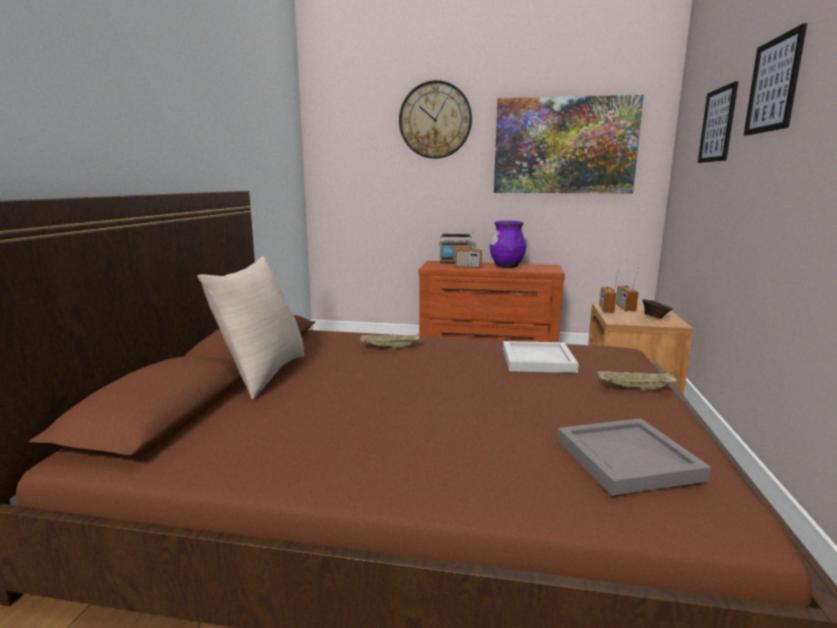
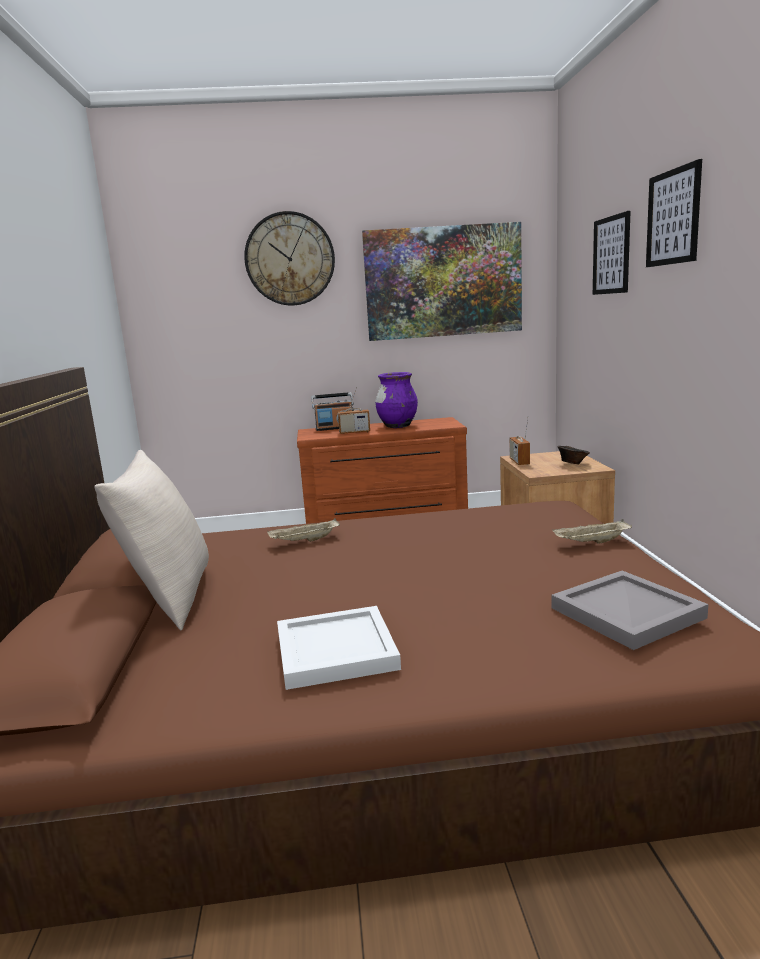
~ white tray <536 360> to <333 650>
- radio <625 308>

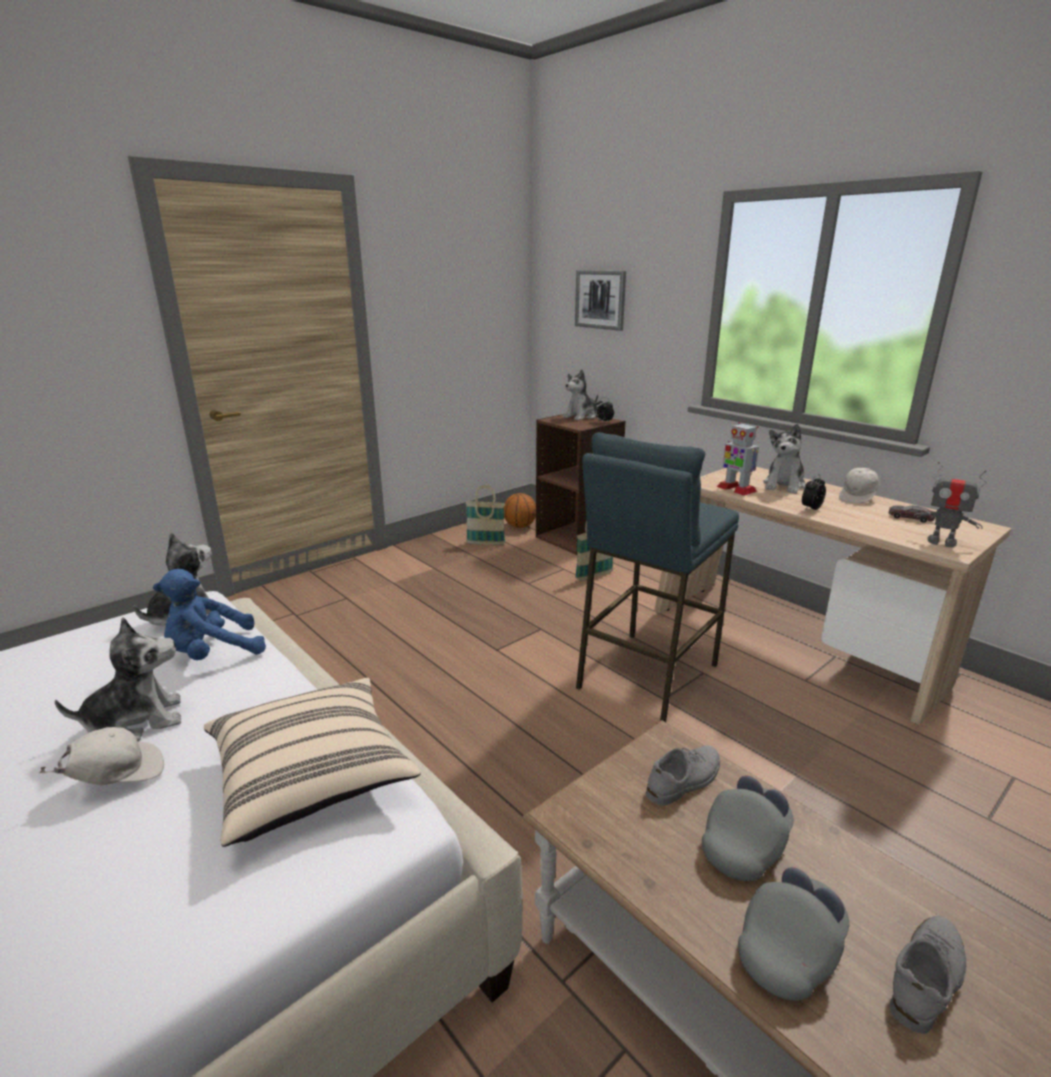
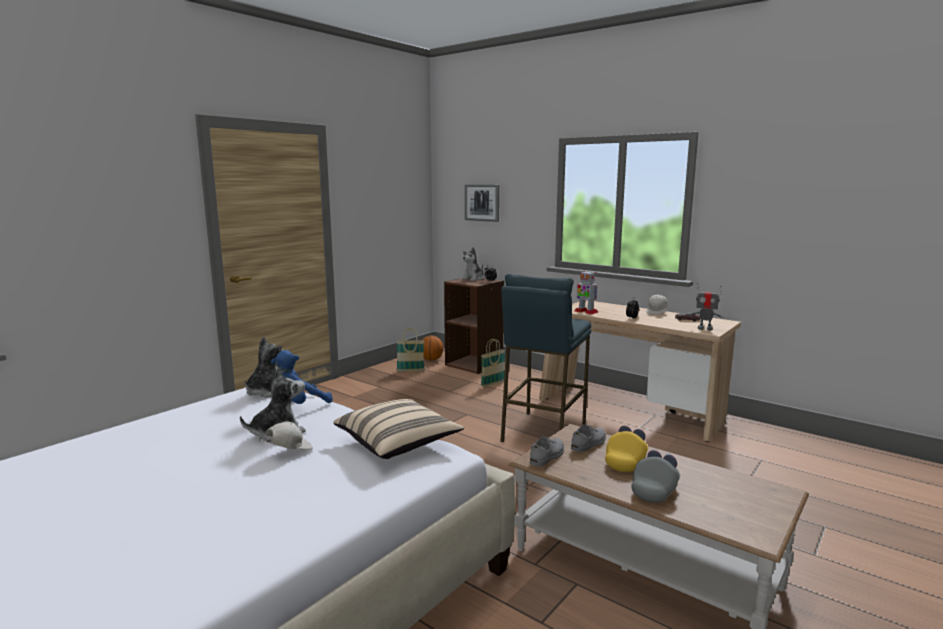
~ grey cap <745 844> to yellow cap <626 461>
- plush toy <784 485>
~ grey shoe <927 977> to <547 456>

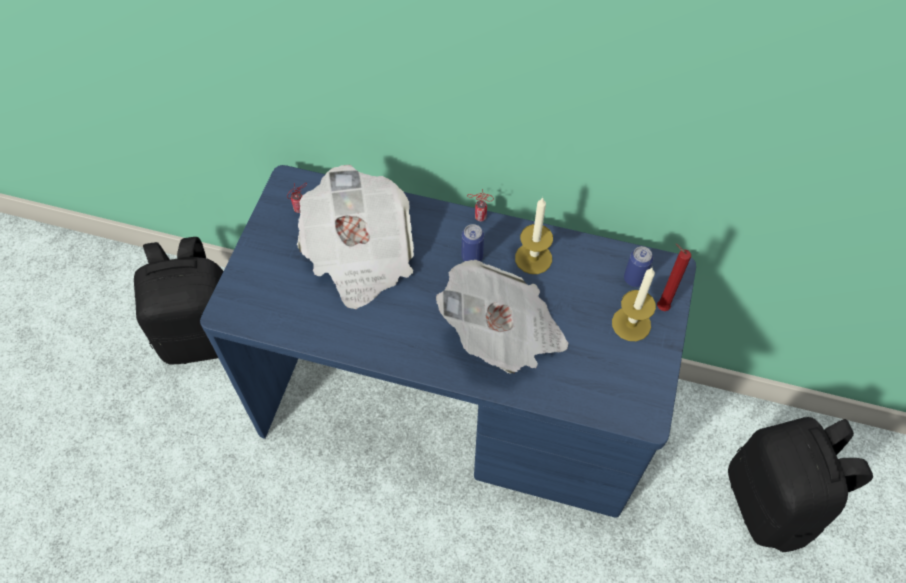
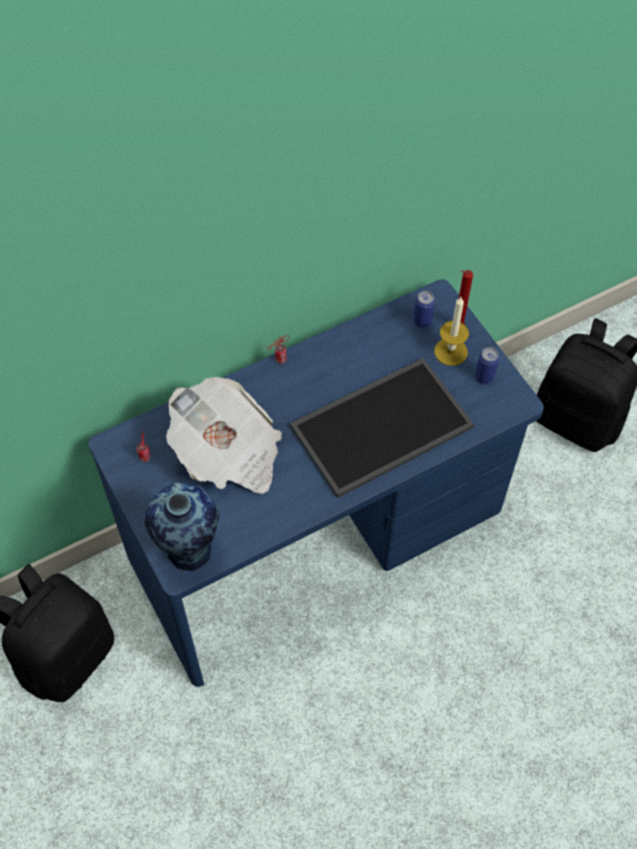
~ newspaper <503 334> to tray <381 424>
~ can <472 257> to <484 377>
- candle <533 258>
+ vase <189 553>

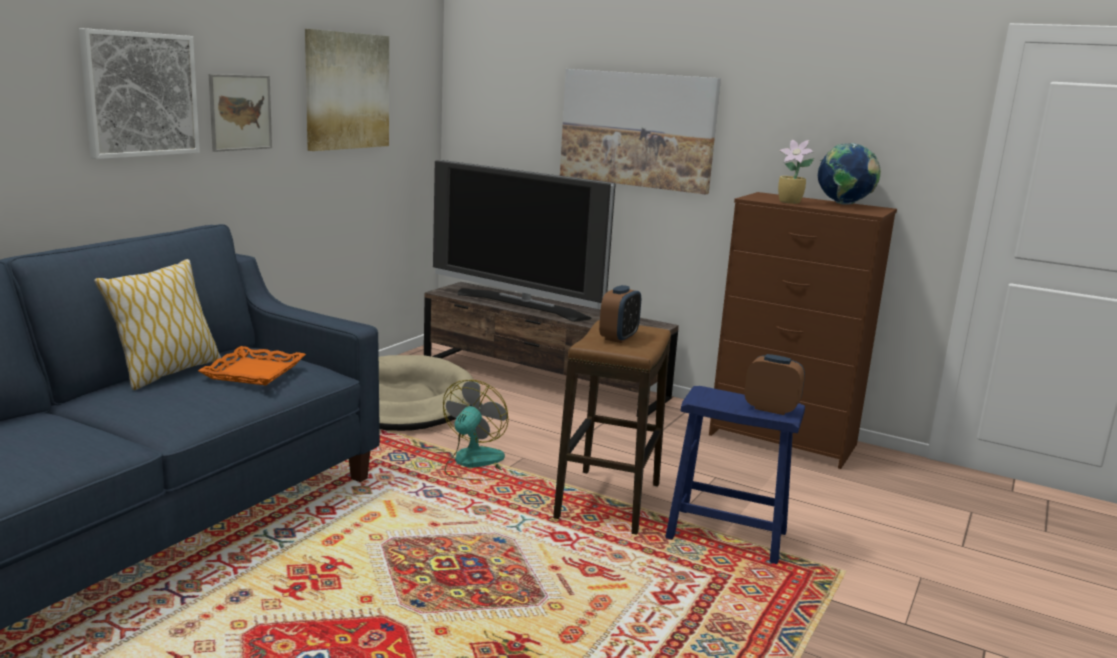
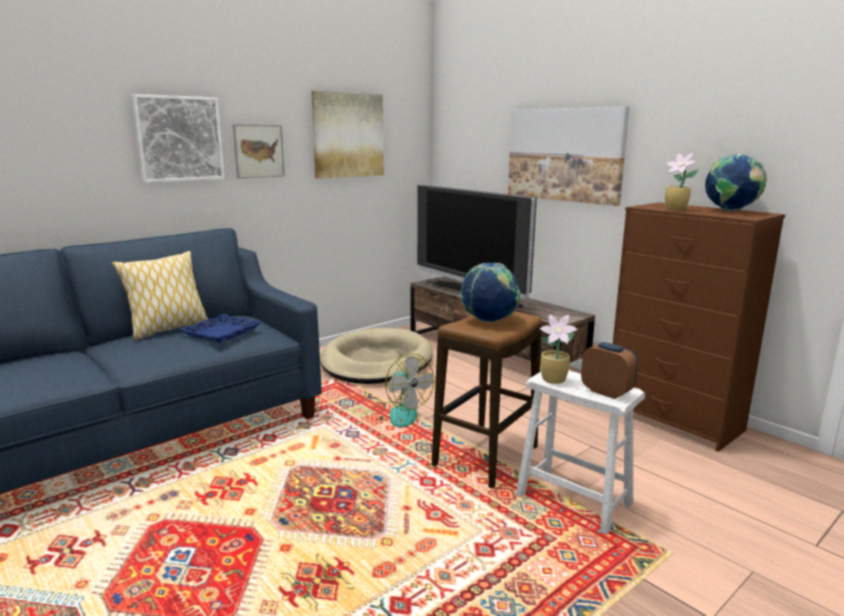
~ orange tray <254 372> to blue tray <221 333>
~ fan <473 464> = <397 414> 105 degrees clockwise
~ alarm clock <618 338> to globe <489 321>
~ blue stool <726 535> to white stool <573 500>
+ potted plant <554 380>

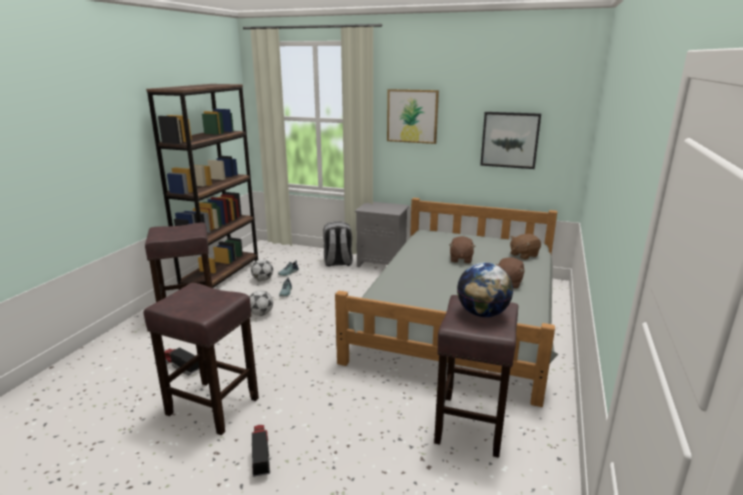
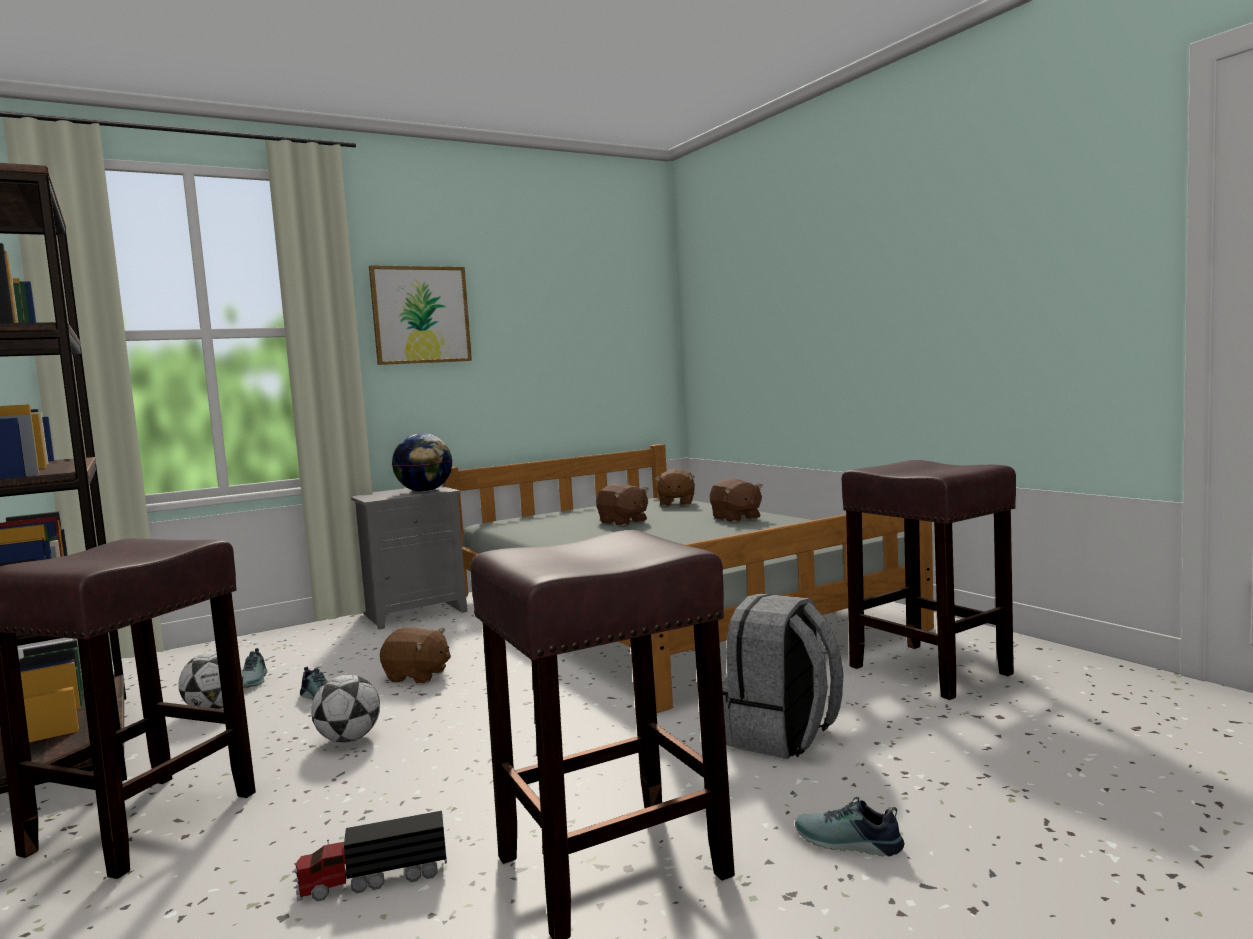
~ toy truck <260 455> to shoe <848 843>
~ grey backpack <338 262> to <782 737>
~ globe <482 314> to <424 491>
- picture <510 140>
+ brown plush toy <417 676>

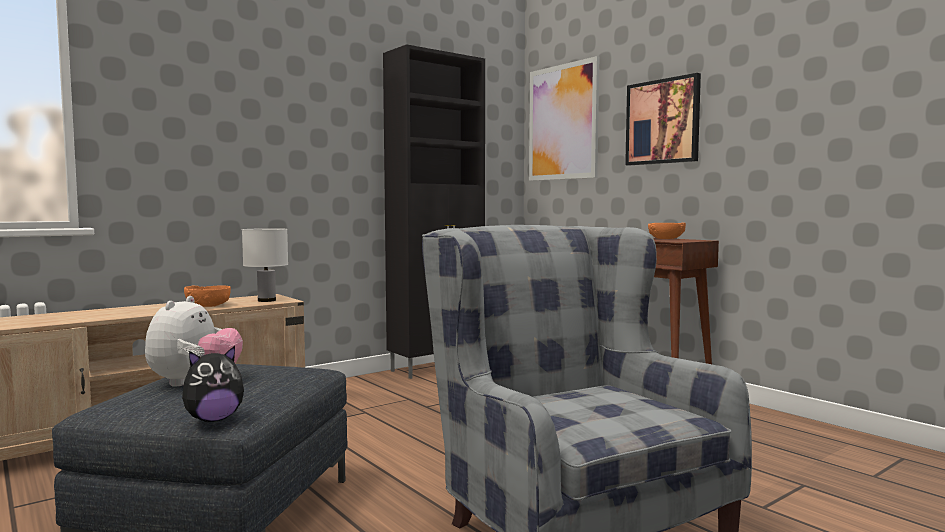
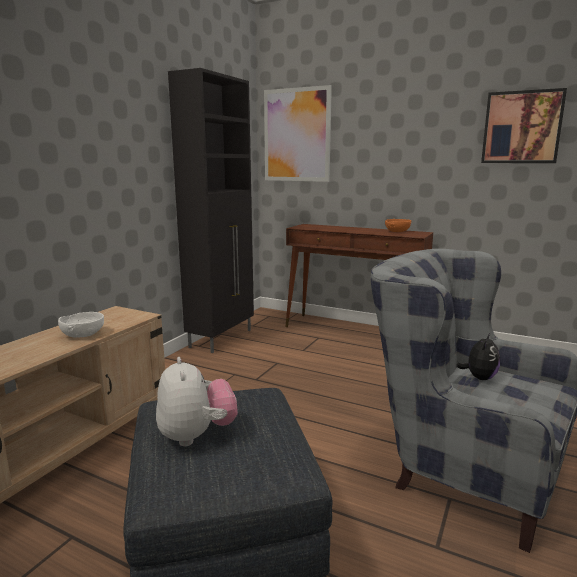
~ plush toy <214 419> to <479 378>
~ orange bowl <208 306> to white bowl <83 334>
- white table lamp <266 300>
~ picture <662 122> to <522 127>

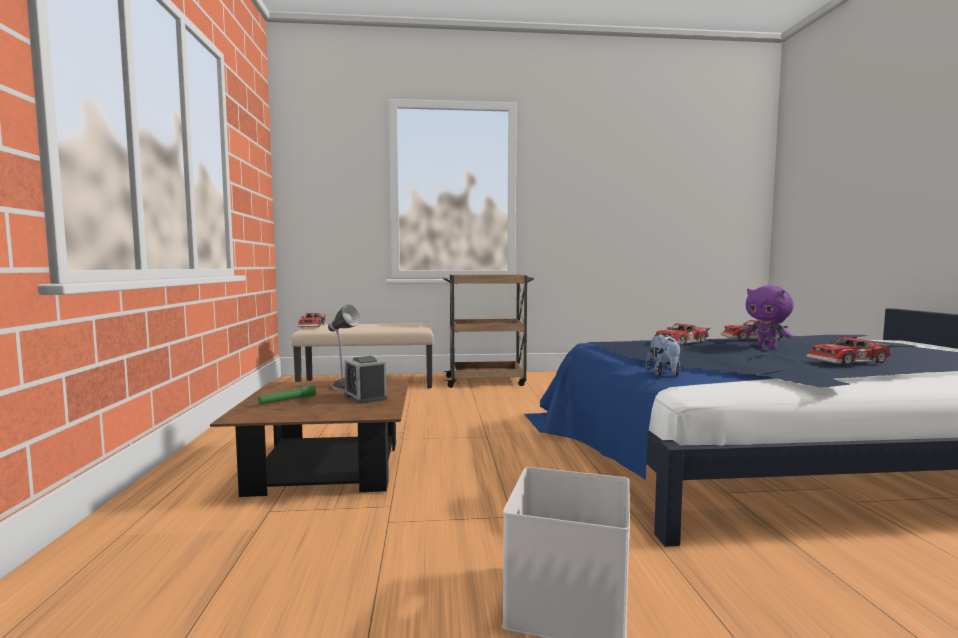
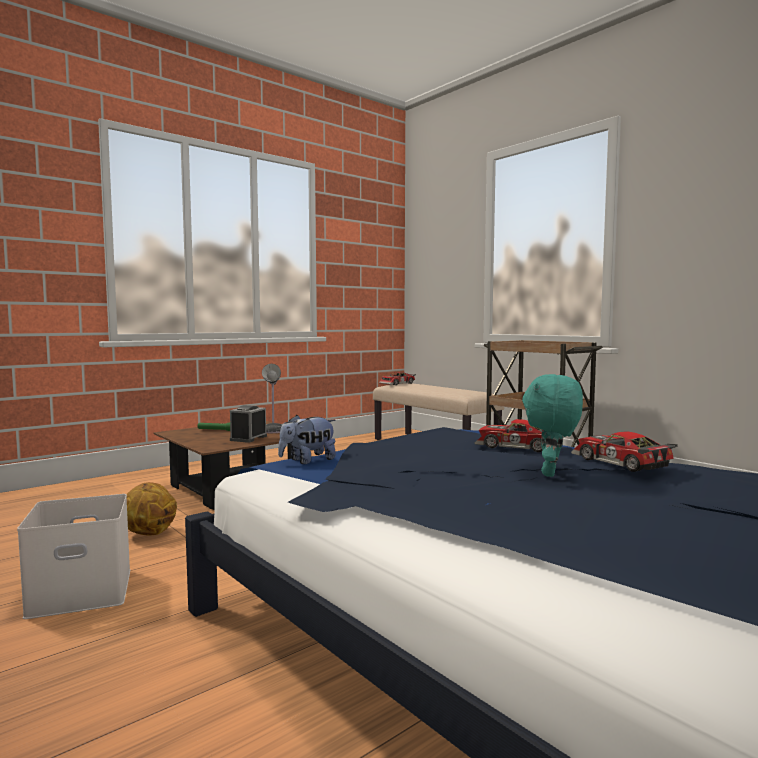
~ purple plush toy <767 348> to turquoise plush toy <551 473>
- toy car <849 361>
+ basketball <149 533>

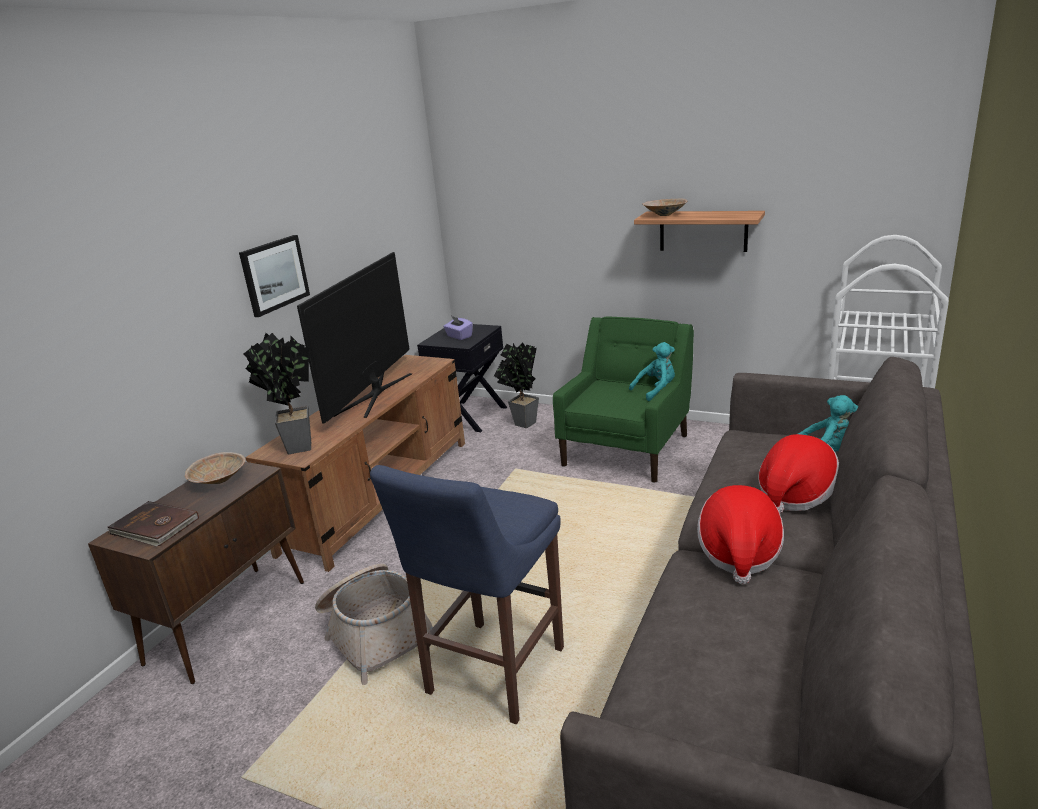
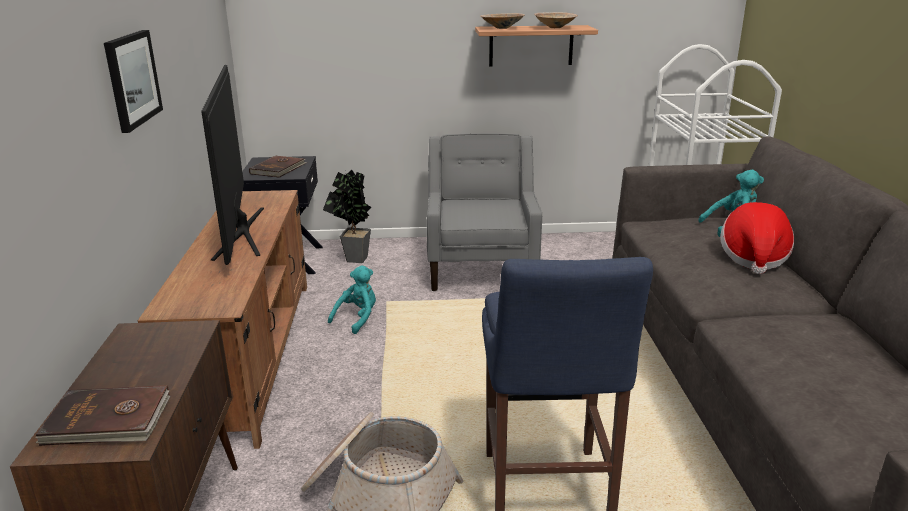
~ beige bowl <218 481> to <555 28>
- potted plant <294 447>
~ purple tissue box <459 336> to brown book <279 169>
~ green armchair <627 449> to grey armchair <481 267>
~ turquoise plush toy <656 390> to <357 319>
- hat <739 553>

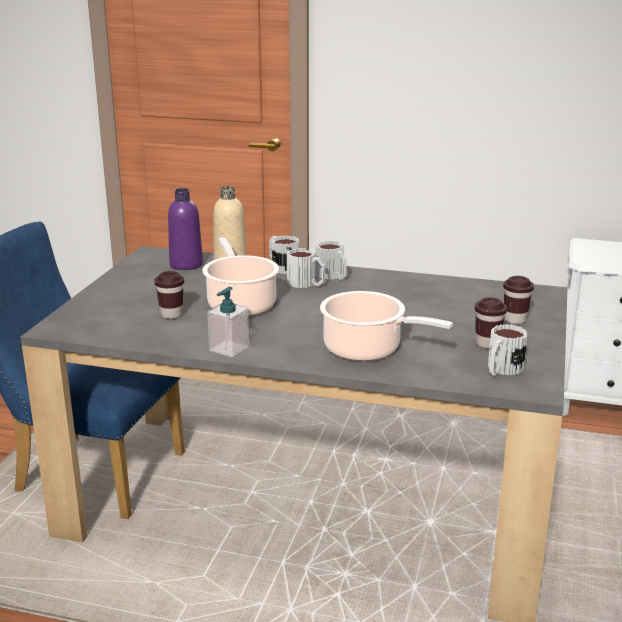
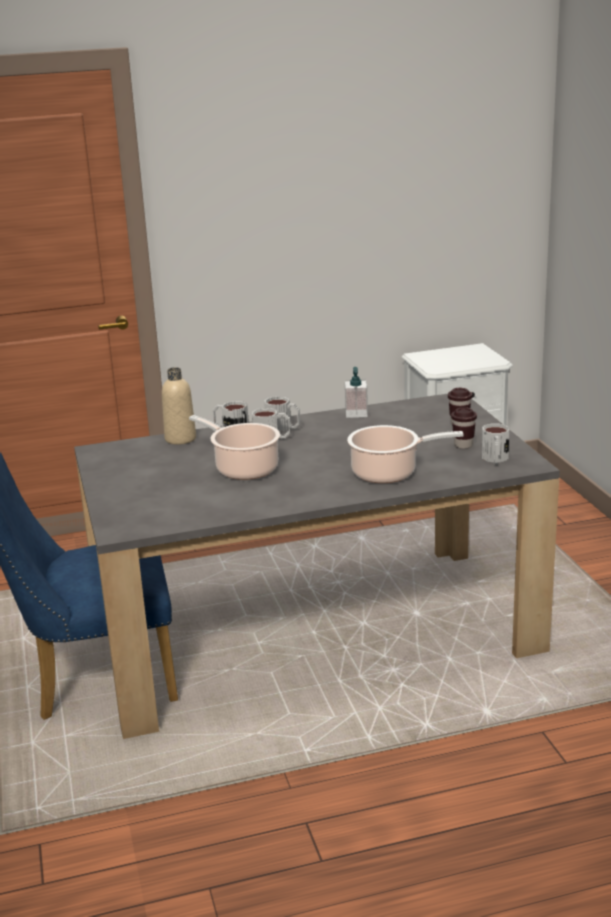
- brown cup <171 315>
- purple bottle <186 264>
~ soap dispenser <229 348> to <356 413>

